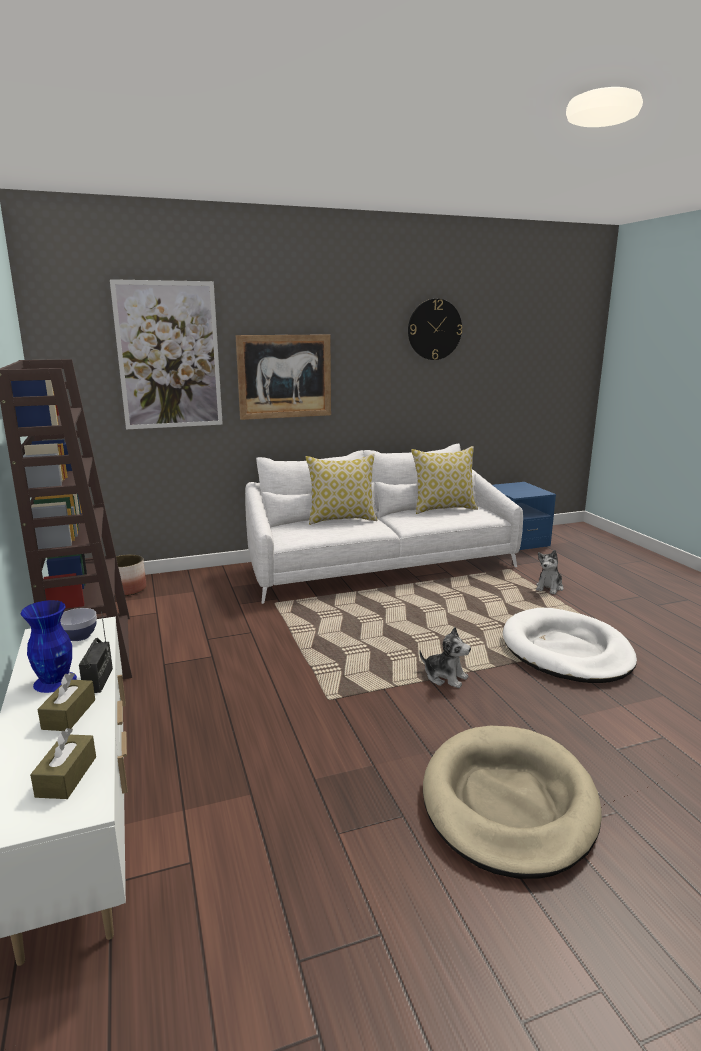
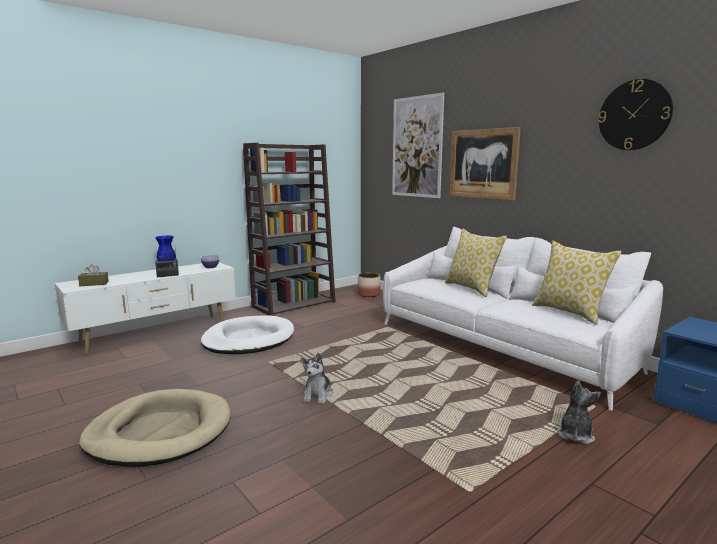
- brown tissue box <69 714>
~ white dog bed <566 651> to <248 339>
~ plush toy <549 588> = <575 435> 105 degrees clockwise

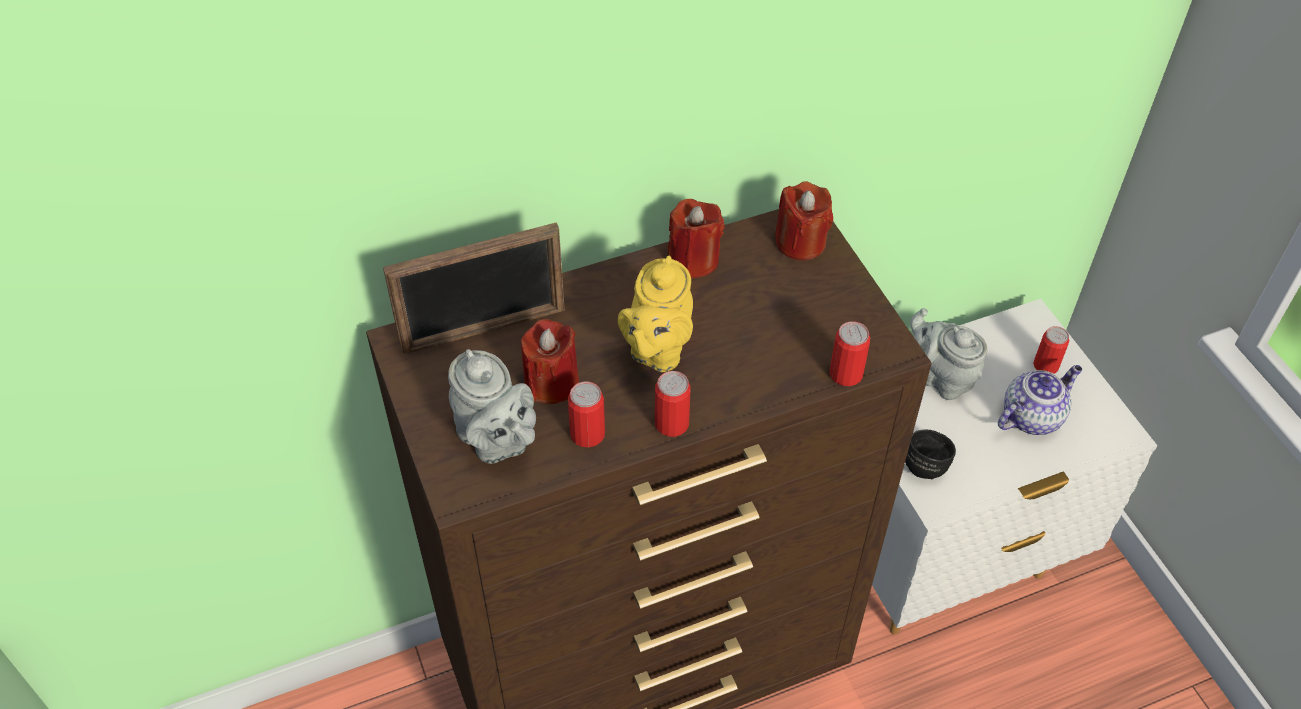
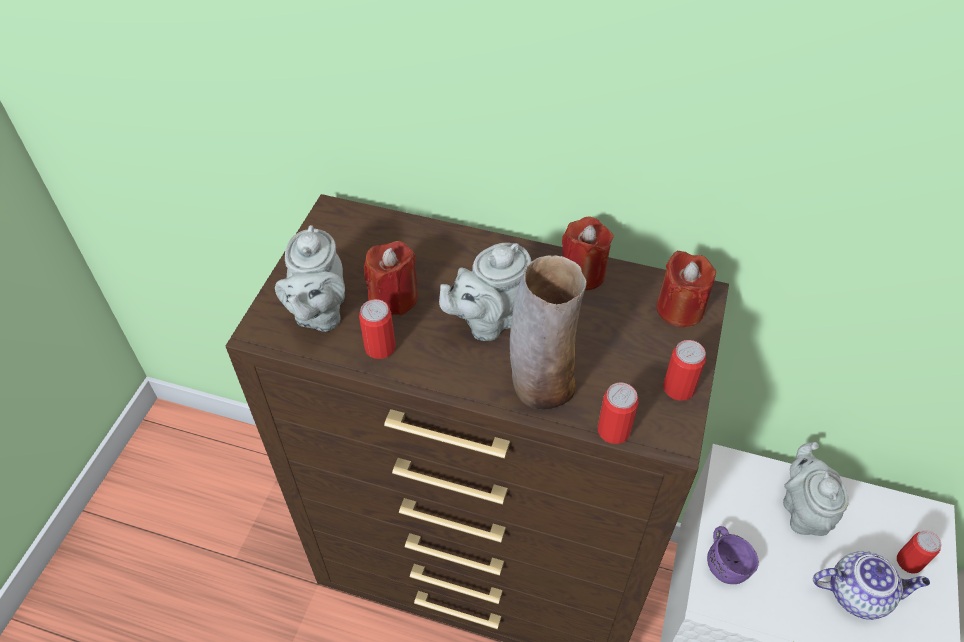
- picture frame <484 330>
~ yellow teapot <657 350> to grey teapot <488 320>
~ can <671 423> to <679 388>
~ black mug <920 462> to purple mug <726 562>
+ vase <541 385>

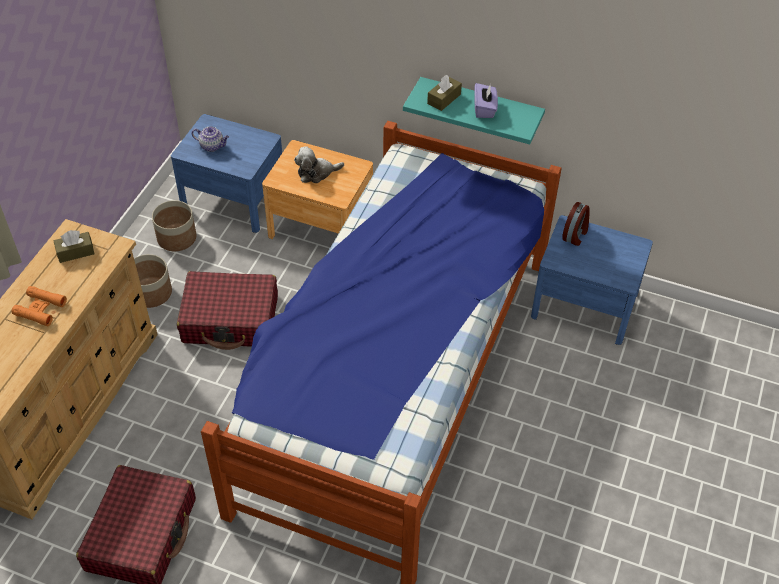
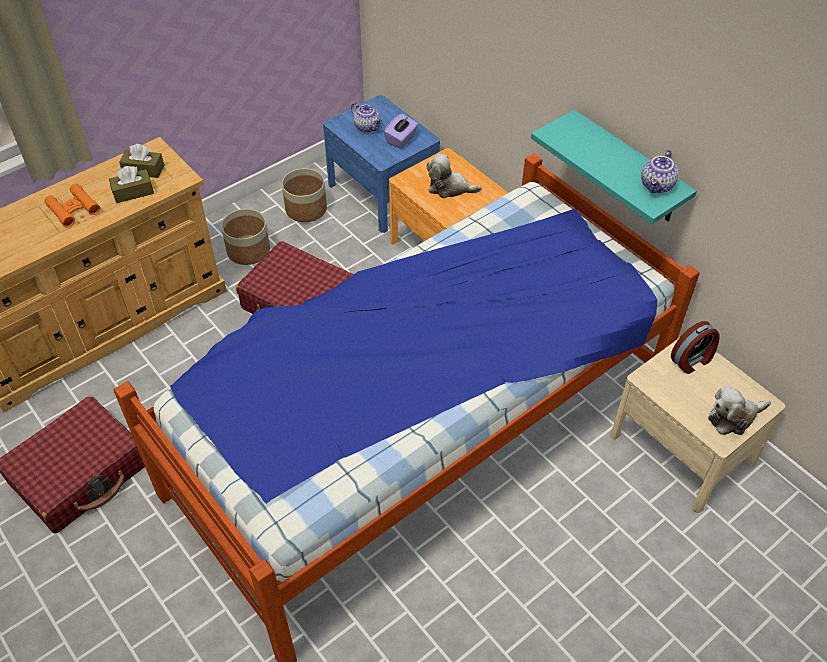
~ brown tissue box <444 99> to <133 192>
~ purple tissue box <484 109> to <401 139>
~ blue nightstand <584 305> to beige nightstand <682 448>
+ teapot <657 186>
+ plush toy <733 417>

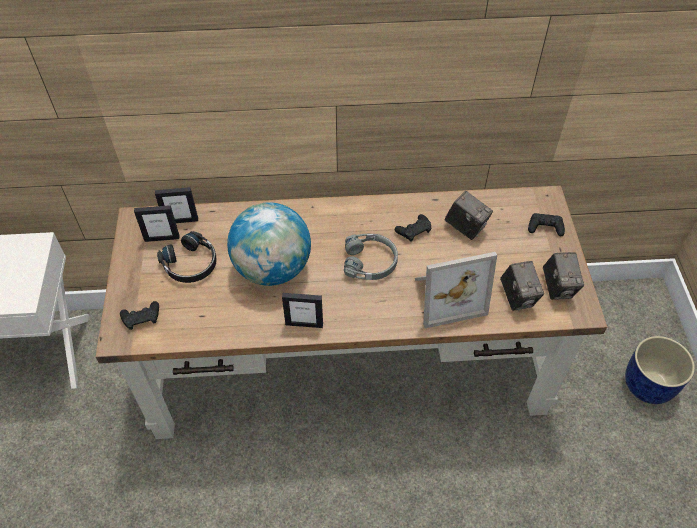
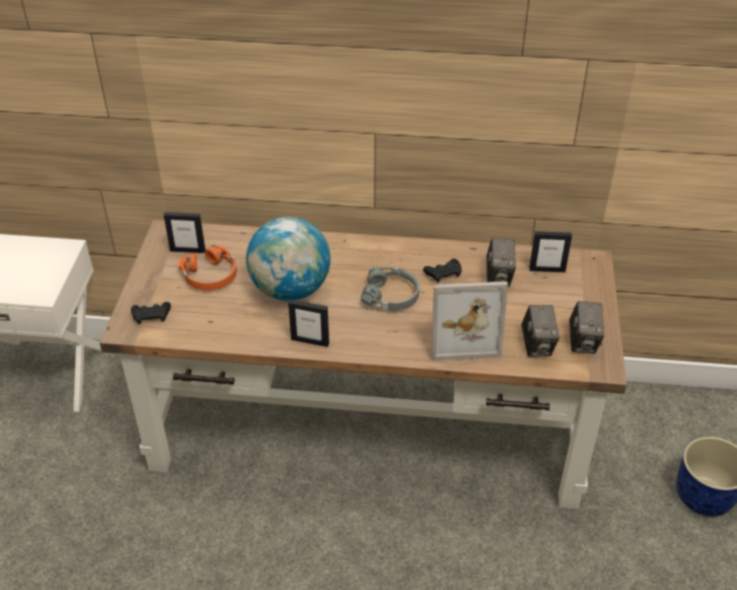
~ picture frame <181 220> to <547 269>
~ black headphones <191 264> to orange headphones <210 276>
~ photo camera <466 227> = <499 277> 45 degrees clockwise
- black game controller <545 227>

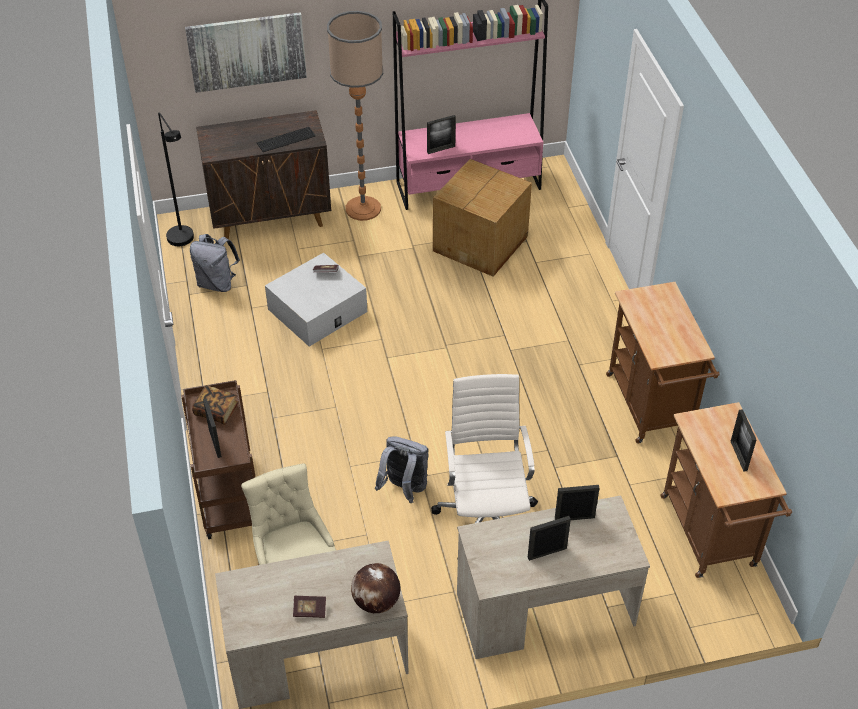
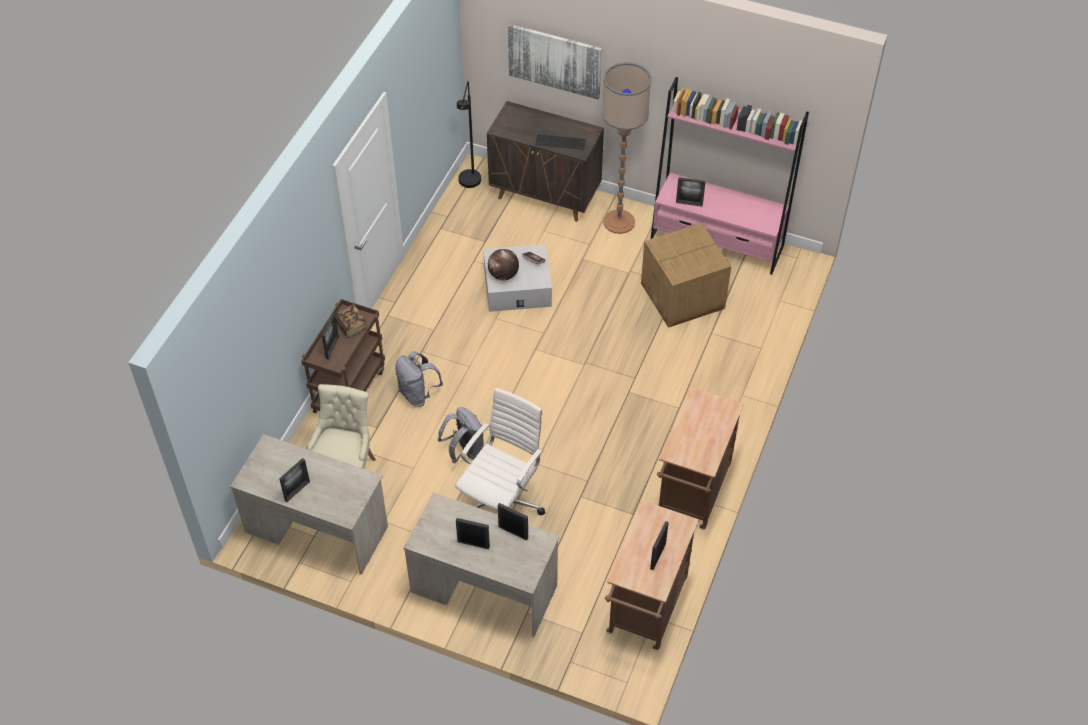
~ grey backpack <217 283> to <418 394>
~ book <309 610> to picture frame <297 491>
~ globe <376 602> to <503 275>

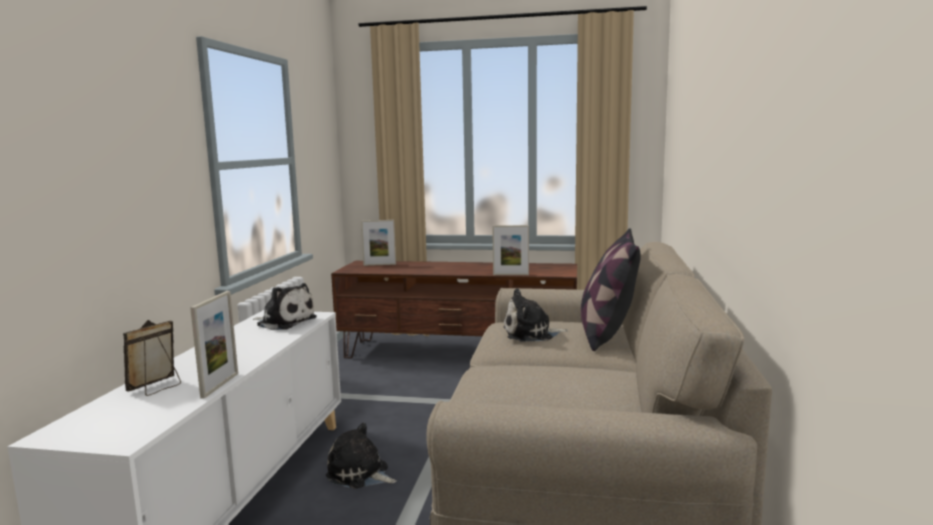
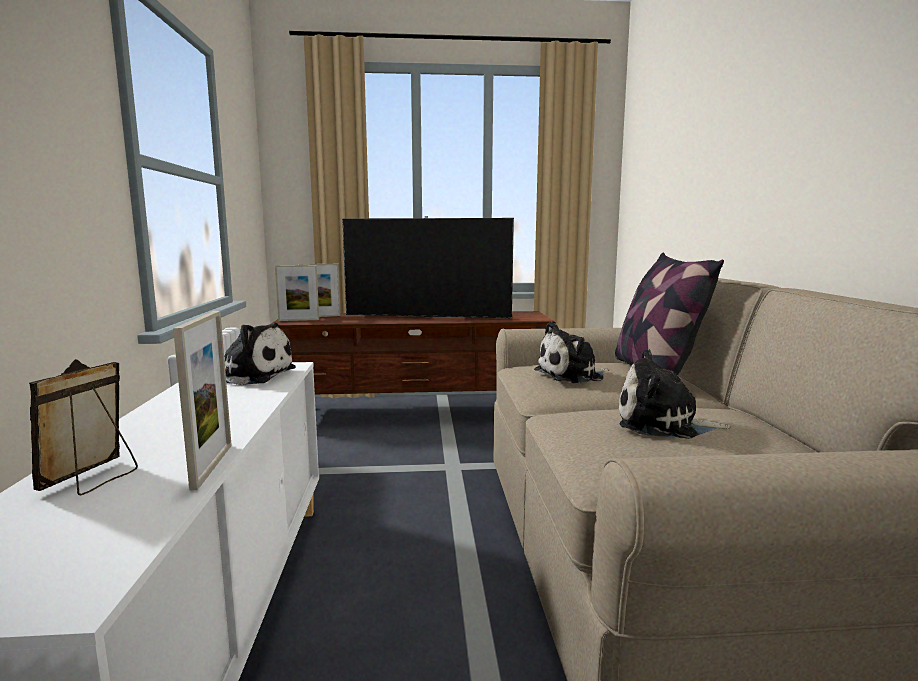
~ plush toy <360 474> to <663 424>
~ picture frame <511 274> to <298 320>
+ television <427 317>

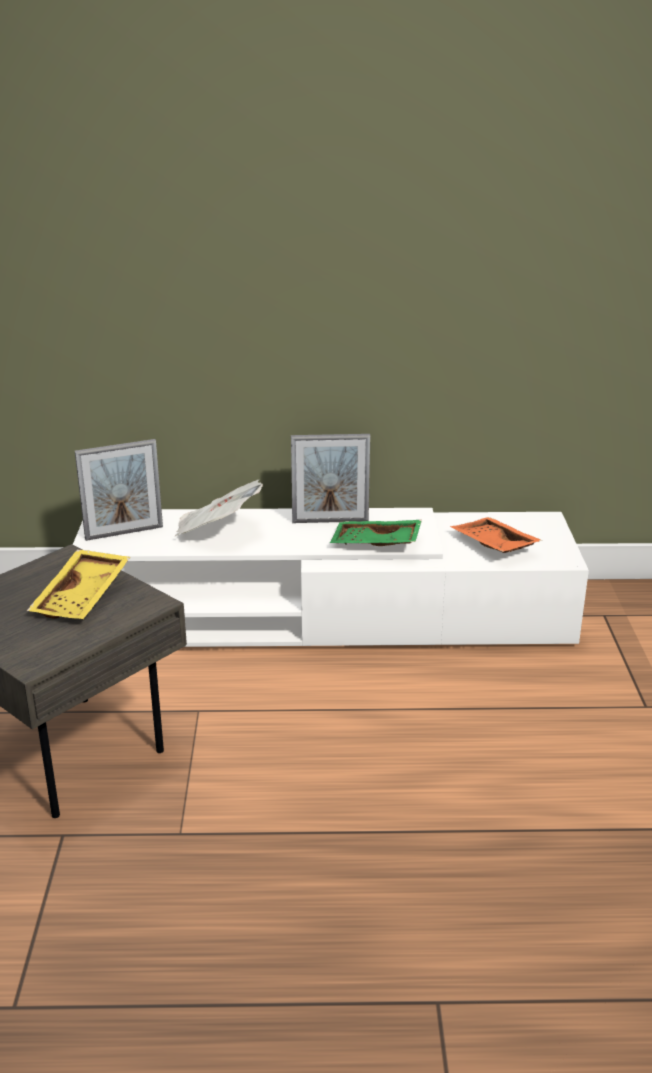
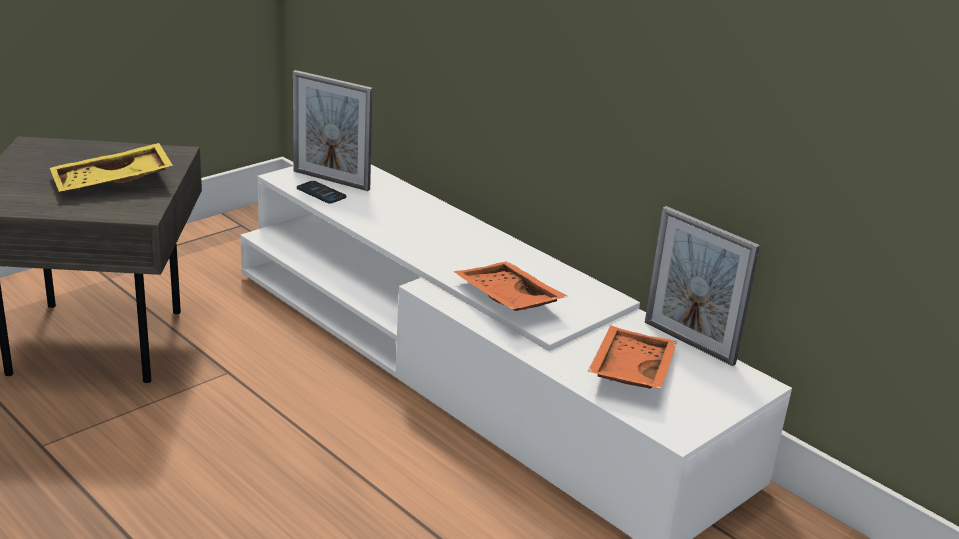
- newspaper <217 530>
~ picture frame <330 521> to <688 342>
~ green tray <375 544> to orange tray <506 299>
+ phone <321 193>

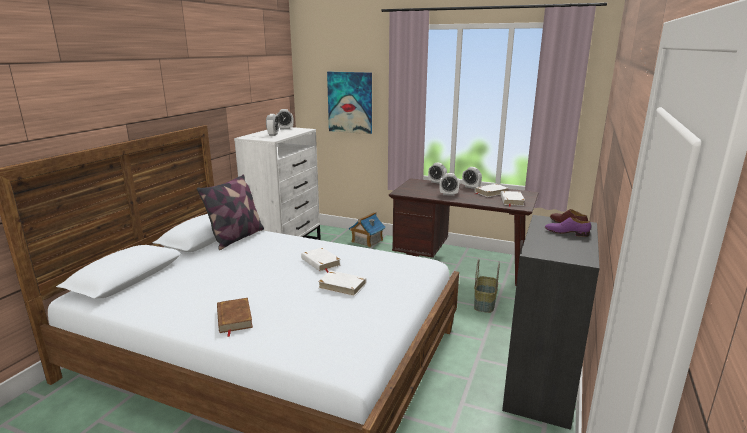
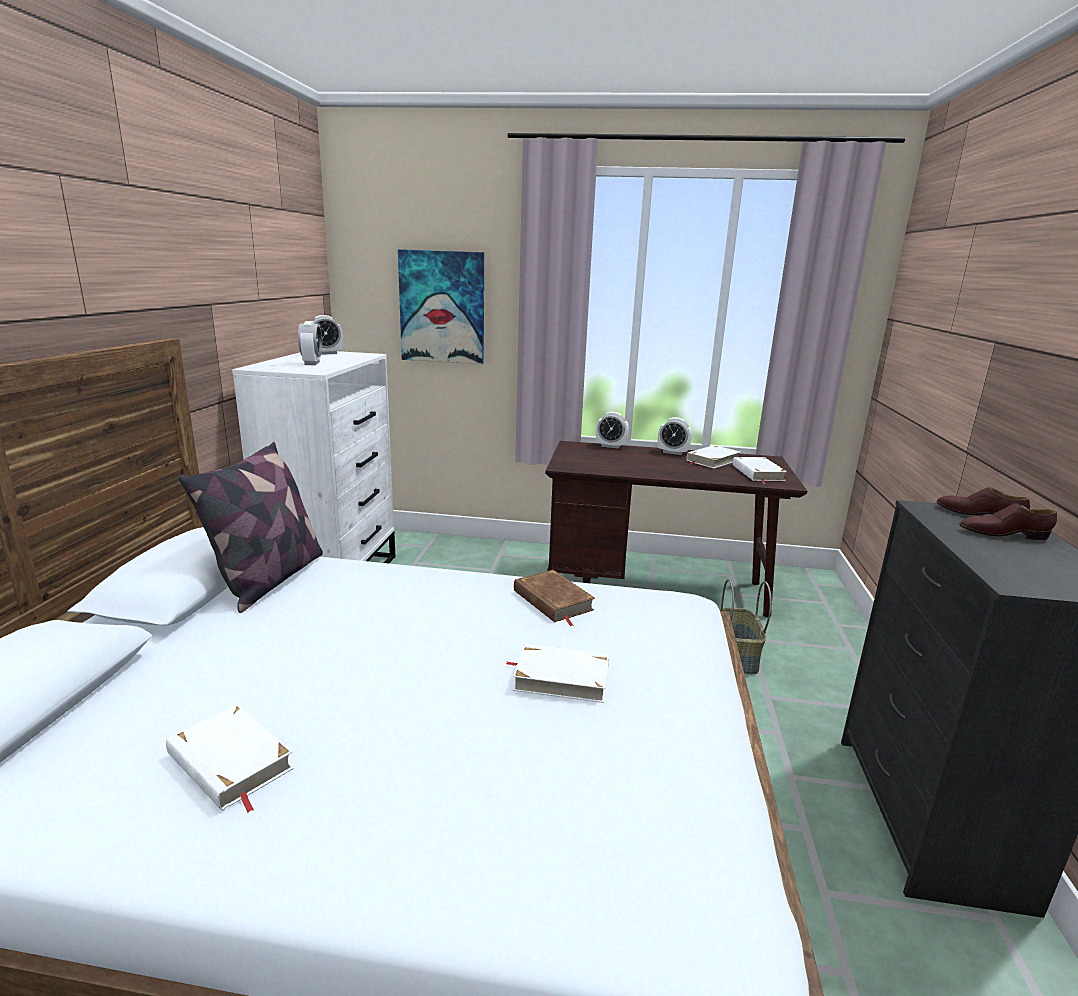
~ brown book <234 318> to <552 601>
~ white book <320 262> to <230 763>
- toy house <367 241>
- alarm clock <448 194>
~ purple shoe <566 233> to brown shoe <1003 534>

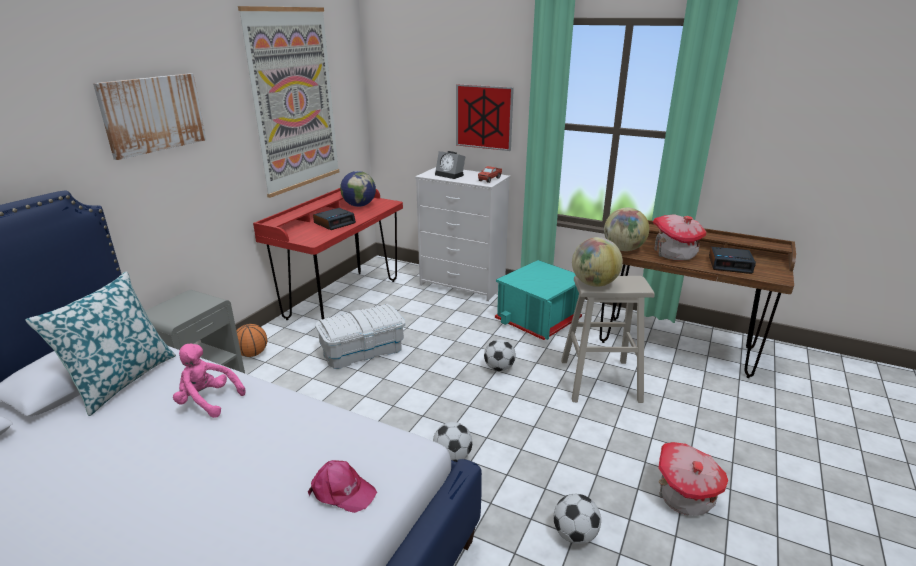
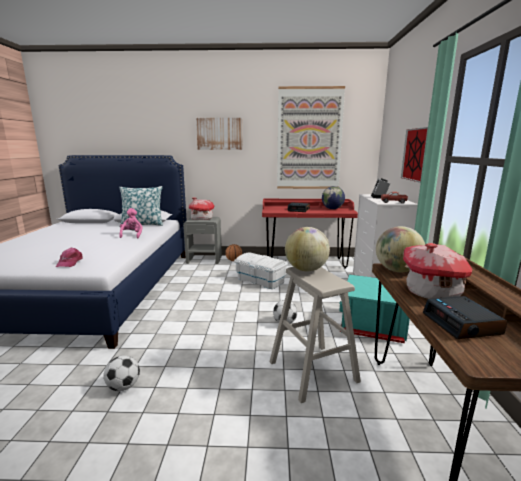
- football <452 457>
~ toy house <684 496> to <201 218>

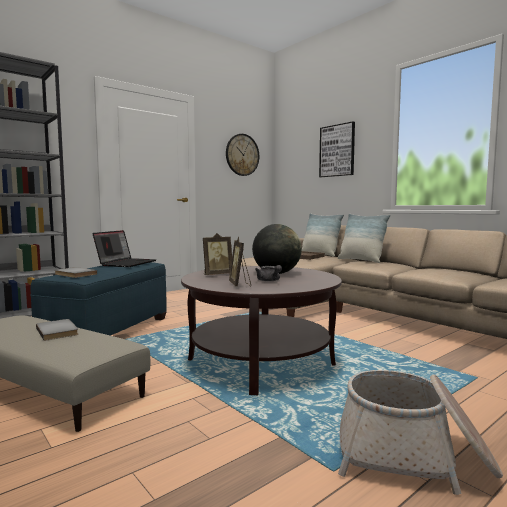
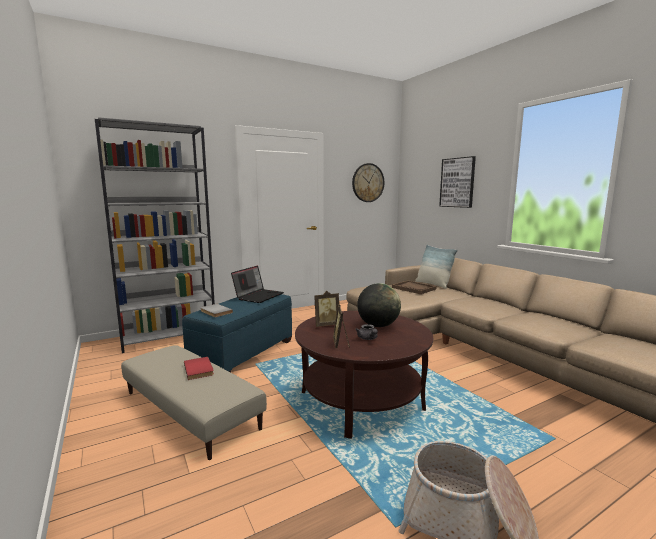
~ grey book <59 331> to red book <200 369>
- pillow <361 260>

